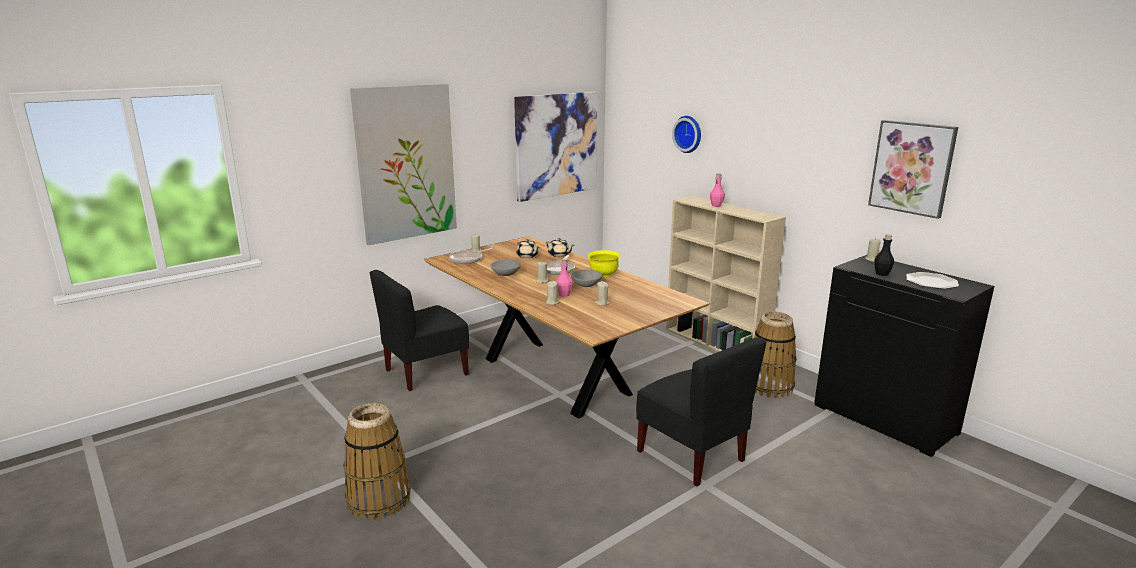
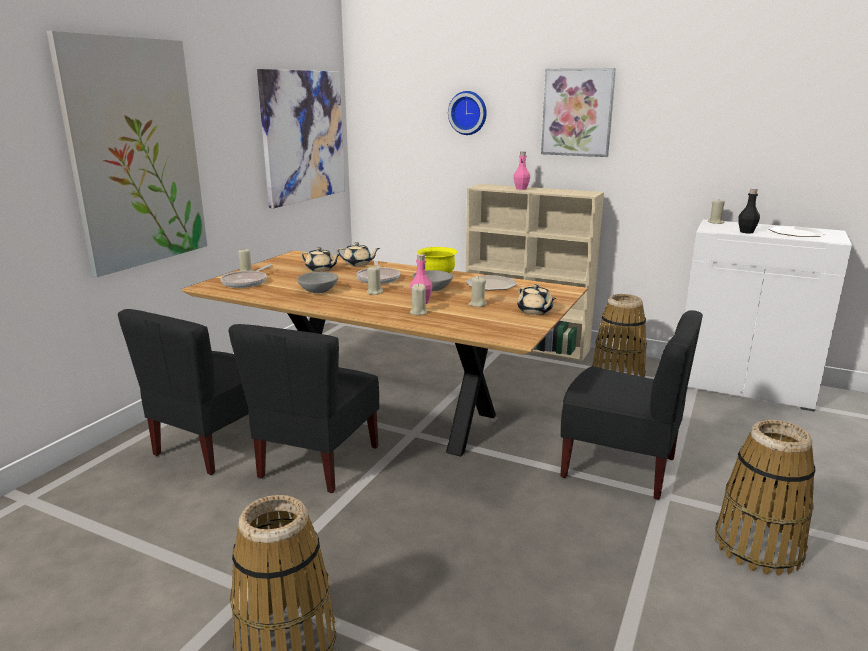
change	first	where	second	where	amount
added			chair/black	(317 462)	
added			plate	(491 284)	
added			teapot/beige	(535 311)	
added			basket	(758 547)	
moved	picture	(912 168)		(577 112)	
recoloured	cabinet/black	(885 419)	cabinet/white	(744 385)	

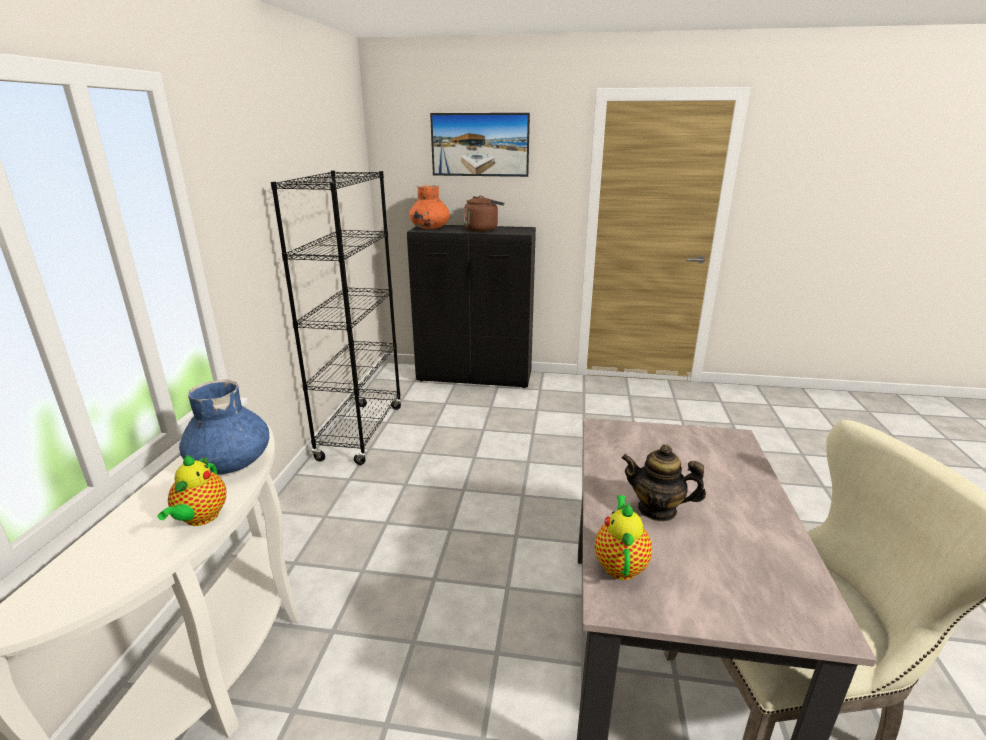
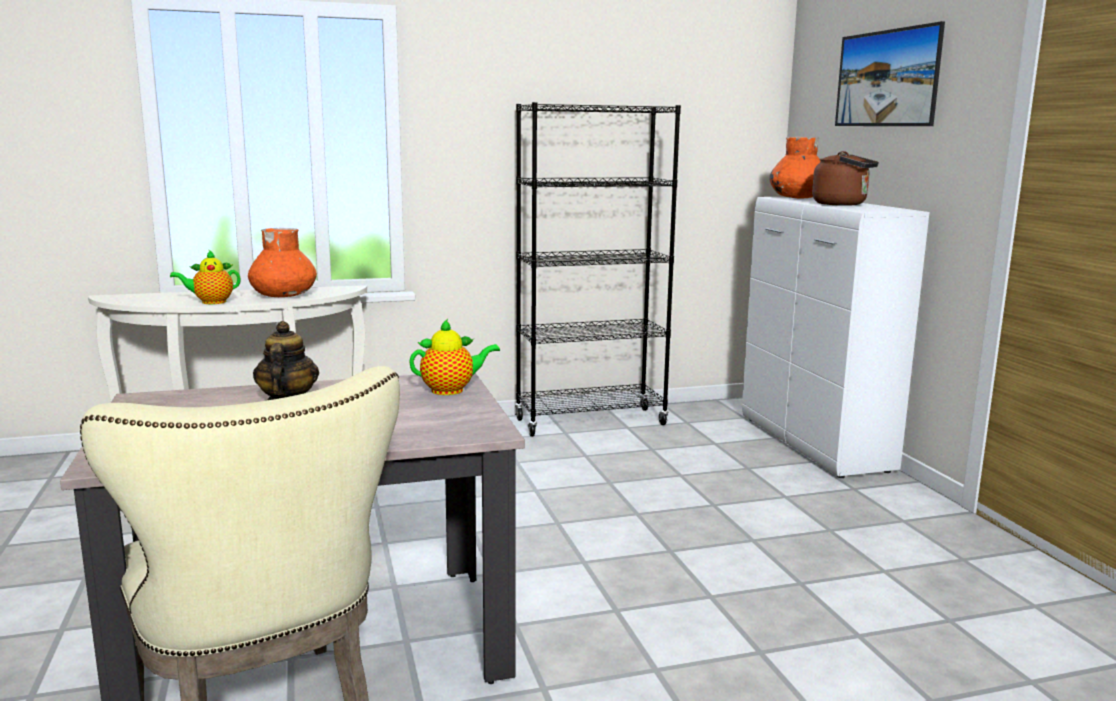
change	first	where	second	where	amount
moved	teapot	(620 564)		(451 390)	
recoloured	vase/blue	(231 462)	vase/orange	(284 296)	
recoloured	cabinet/black	(475 377)	cabinet/white	(815 444)	

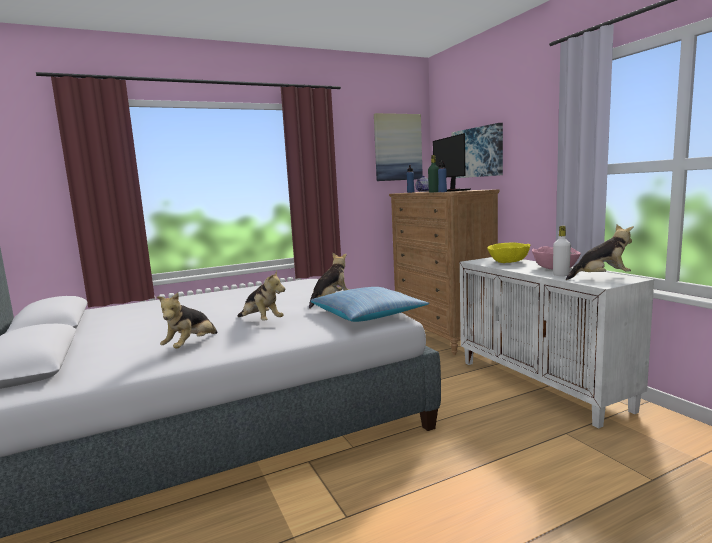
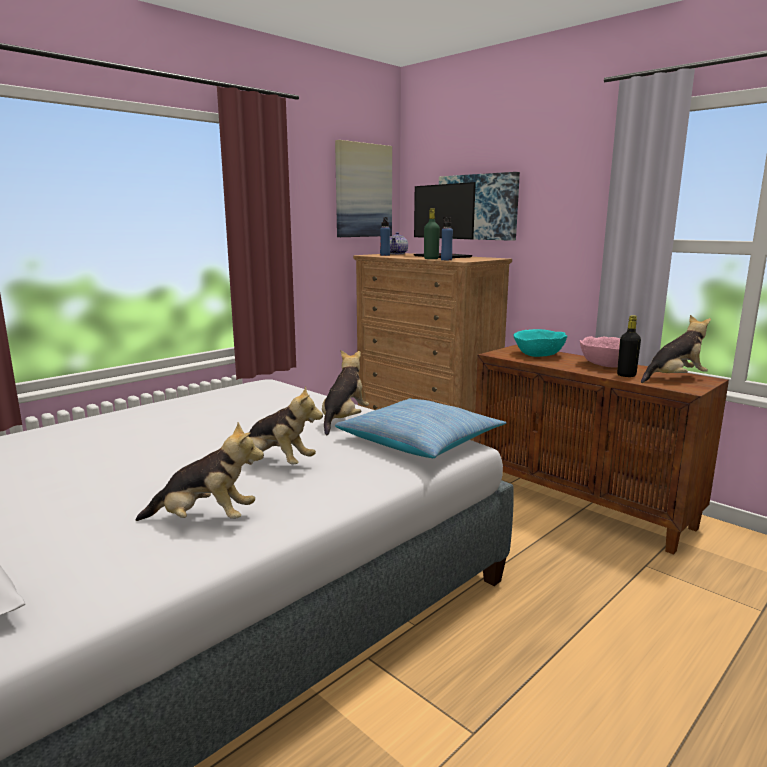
change	first	where	second	where	amount
recoloured	cabinet/white	(541 384)	cabinet/brown	(581 504)	
recoloured	bowl/yellow	(508 262)	bowl/turquoise	(538 354)	
recoloured	bottle/white	(561 275)	bottle/black	(626 375)	
turned	plush toy	(191 346)		(204 520)	90 degrees counterclockwise

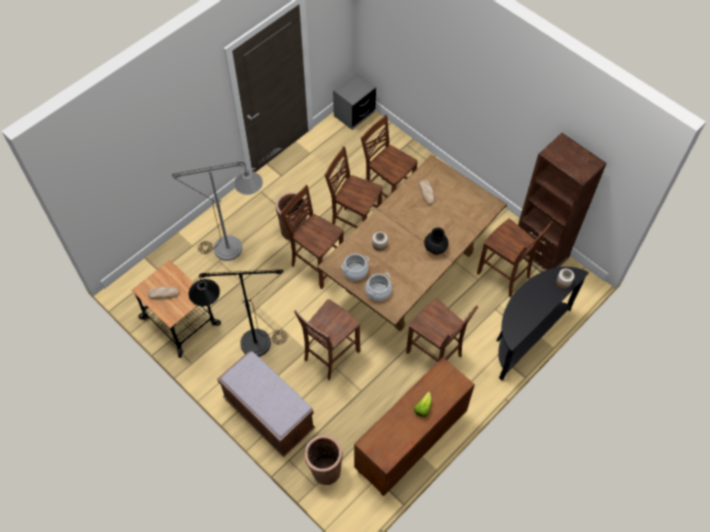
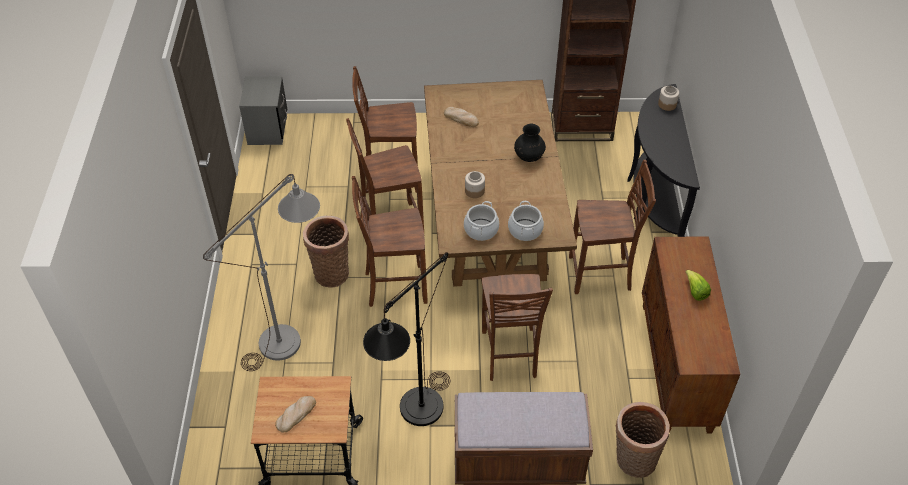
change	first	where	second	where	amount
removed	chair/brown	(504 276)			

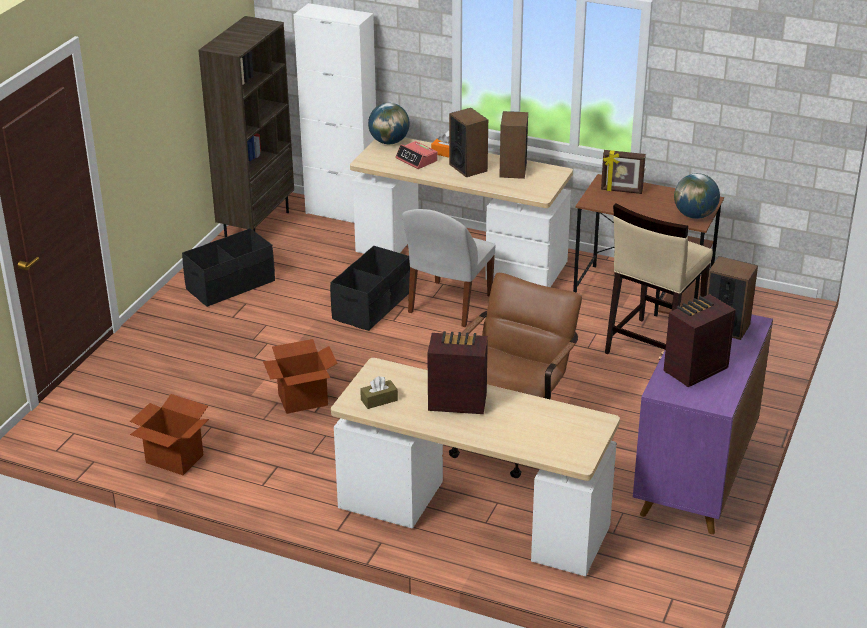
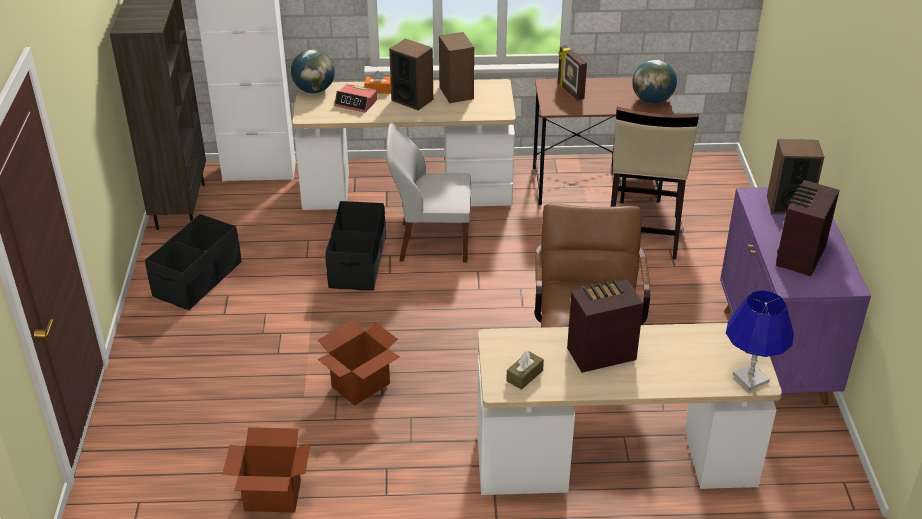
change	first	where	second	where	amount
added			table lamp/blue	(750 378)	
turned	chair/white	(449 305)		(431 242)	90 degrees clockwise
turned	picture frame	(621 191)		(570 91)	75 degrees clockwise

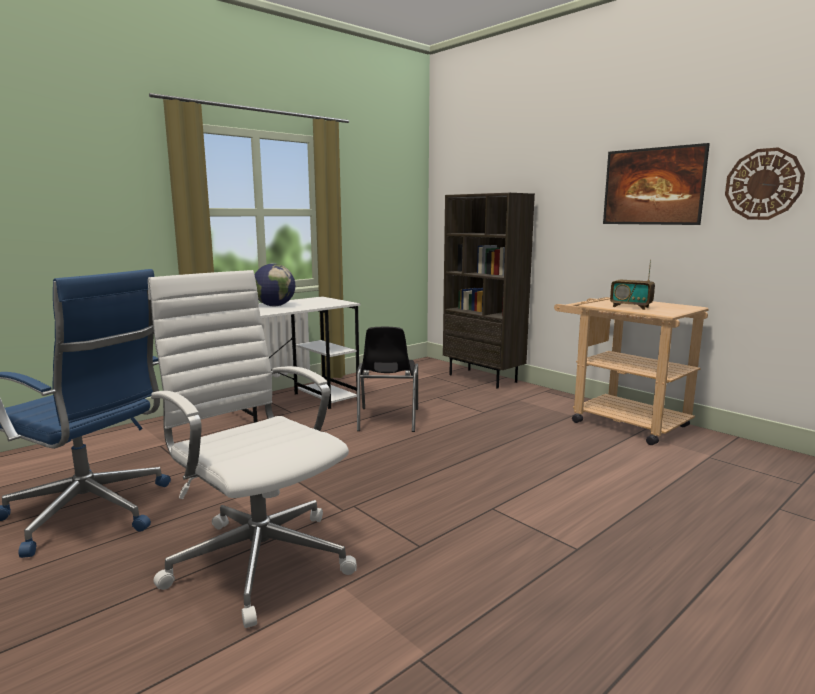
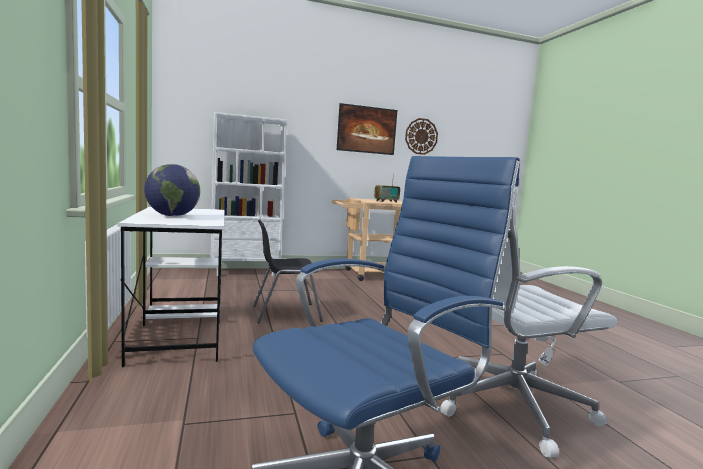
change	first	where	second	where	amount
recoloured	bookcase/brown	(483 378)	bookcase/white	(245 272)	
turned	chair/black	(387 420)		(285 313)	135 degrees clockwise

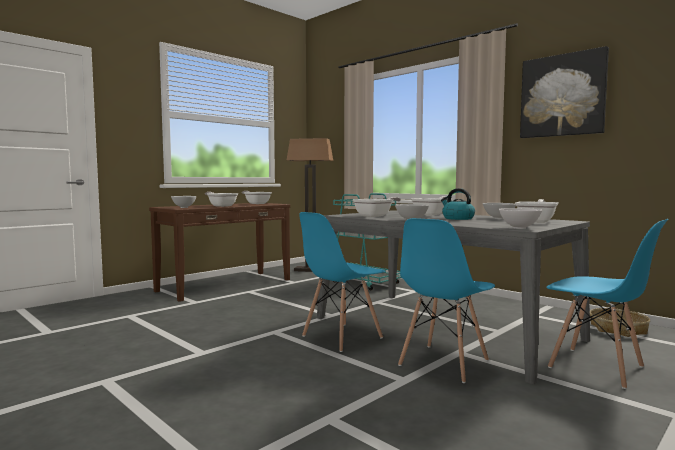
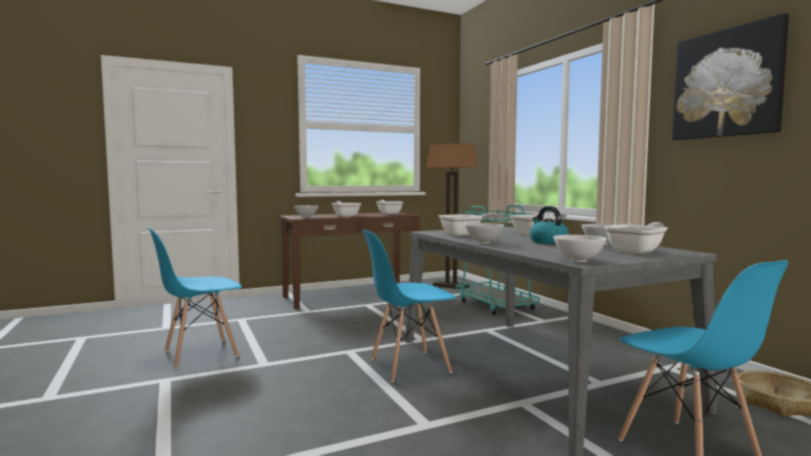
change	first	where	second	where	amount
moved	chair/blue	(443 363)		(200 353)	

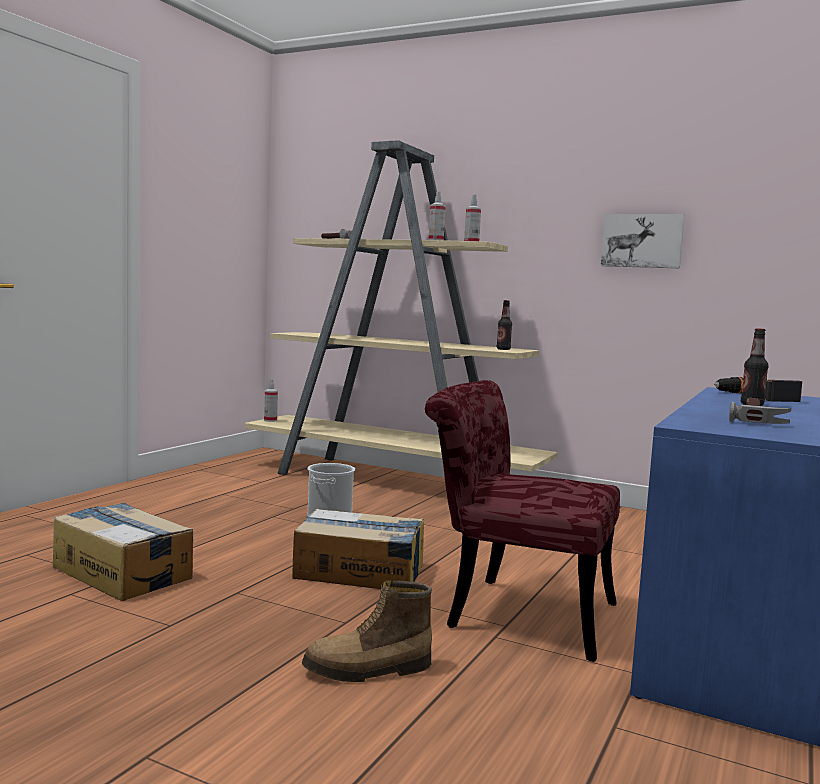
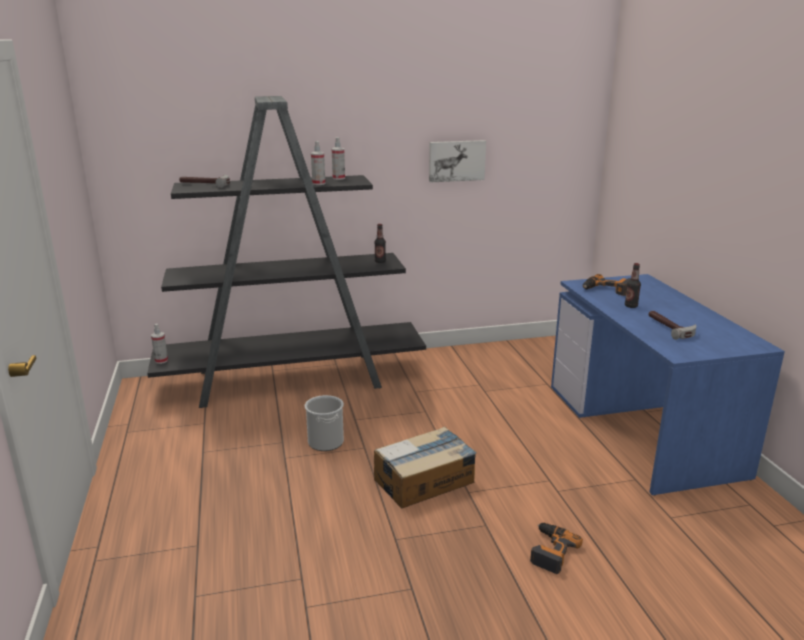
change	first	where	second	where	amount
removed	cardboard box	(123 572)			
removed	chair/red	(514 612)			
replaced	boot	(368 670)	power drill	(550 551)	
recoloured	bookcase/beige	(392 481)	bookcase/black	(292 379)	

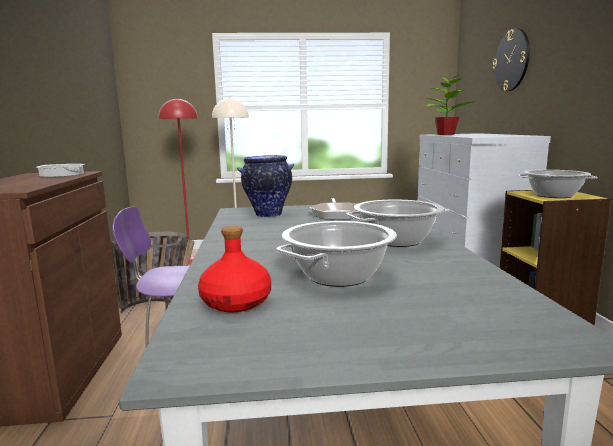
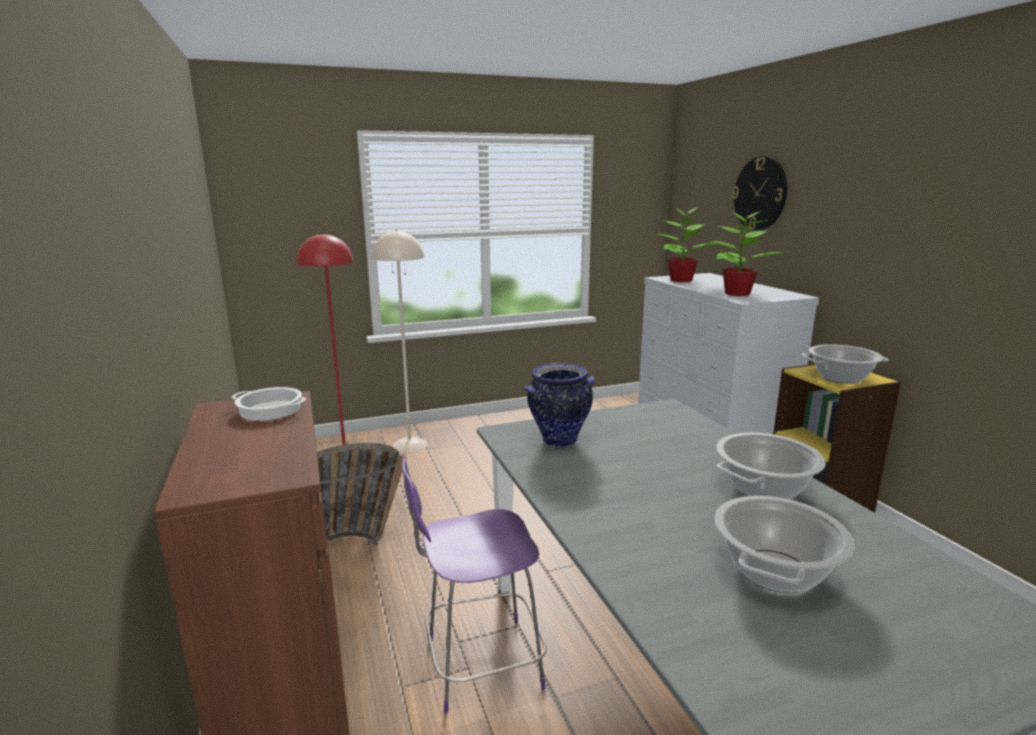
change	first	where	second	where	amount
removed	bottle/red	(236 302)			
removed	frying pan	(336 214)			
added			potted plant	(736 293)	

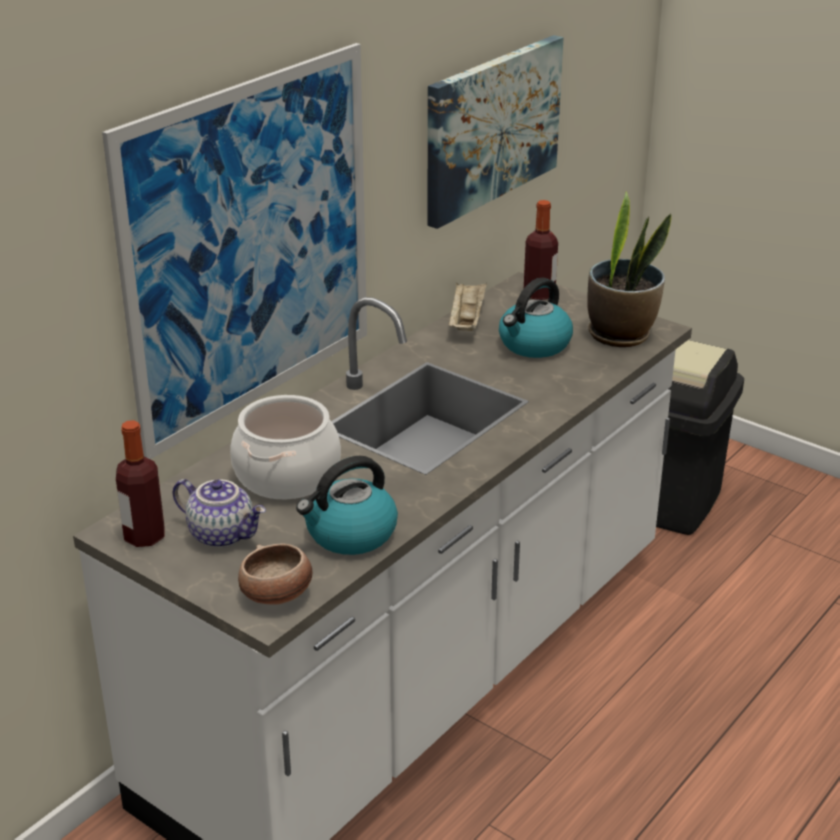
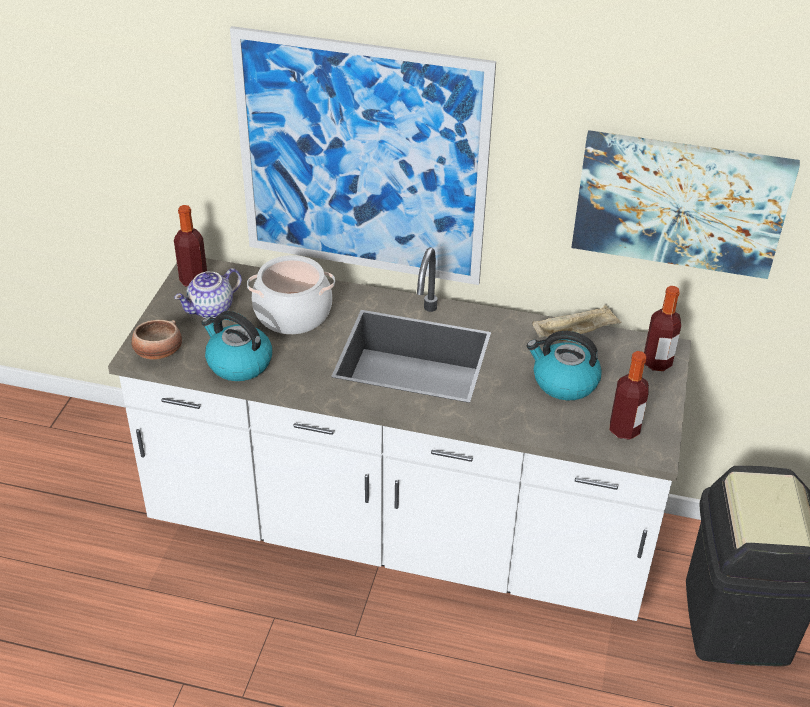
change	first	where	second	where	amount
replaced	potted plant	(620 334)	bottle	(624 429)	
turned	teapot	(223 534)		(211 310)	45 degrees clockwise

